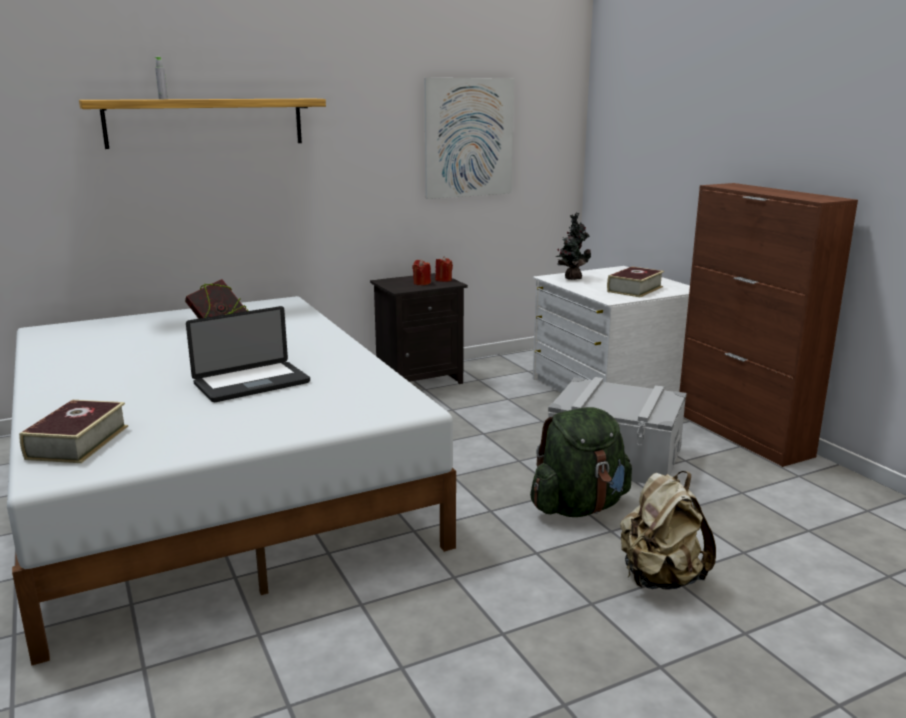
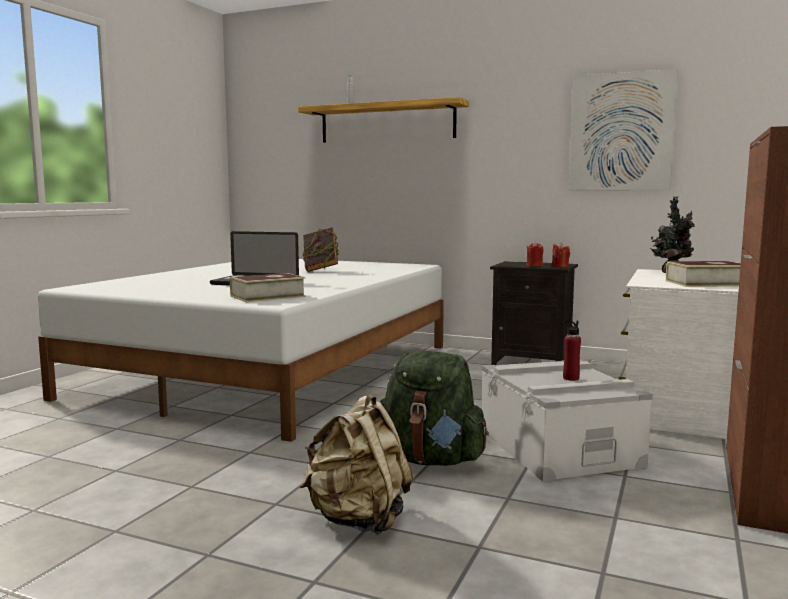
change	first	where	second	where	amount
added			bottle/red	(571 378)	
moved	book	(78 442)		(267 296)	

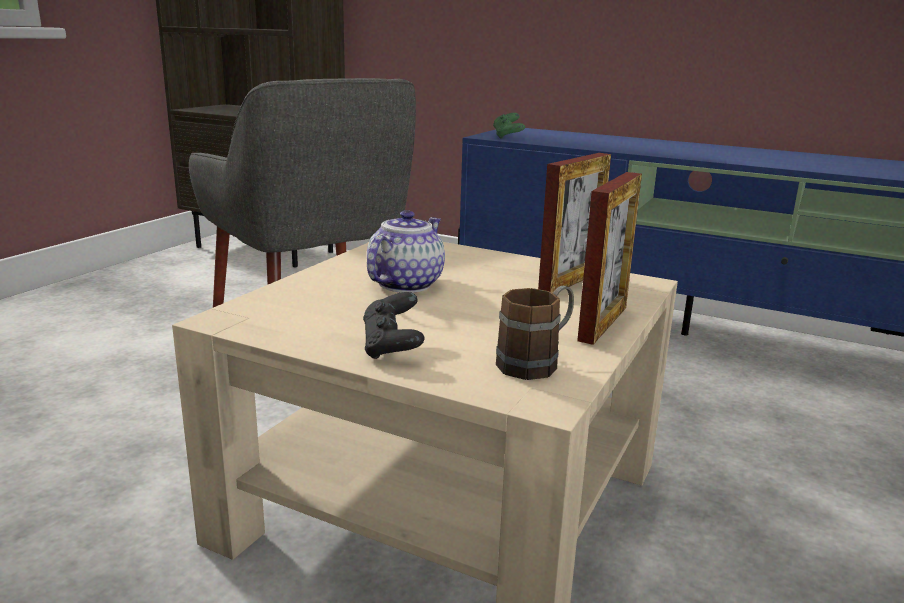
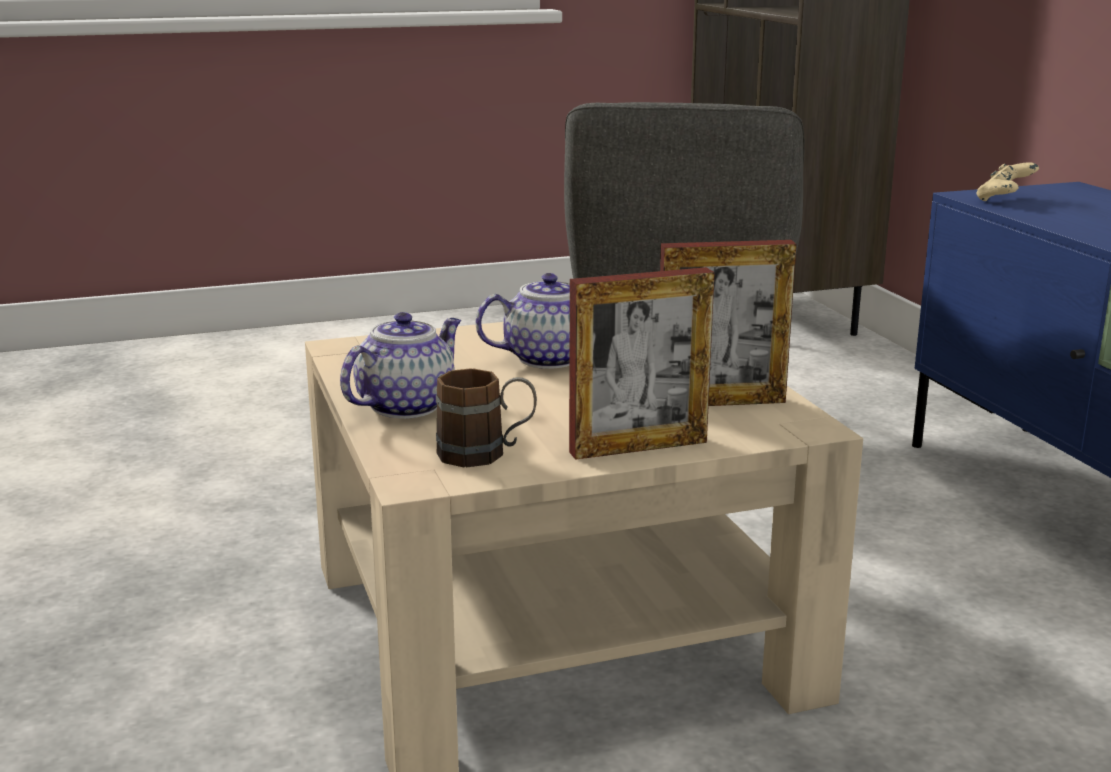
change	first	where	second	where	amount
replaced	game controller/black	(392 348)	teapot	(406 405)	
recoloured	game controller/green	(508 137)	game controller/beige	(1004 200)	

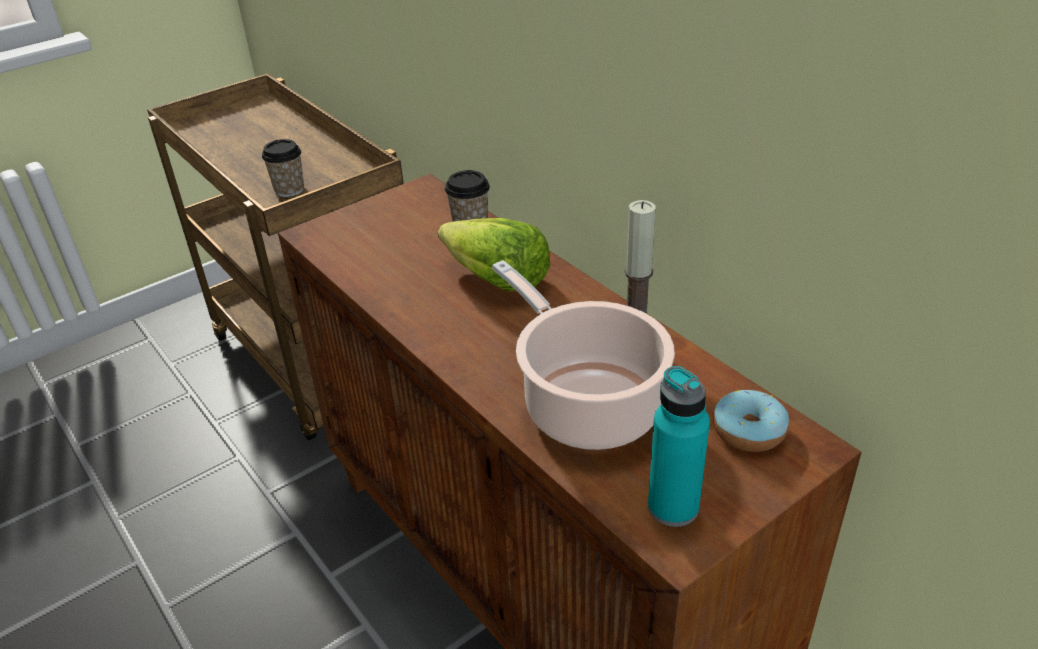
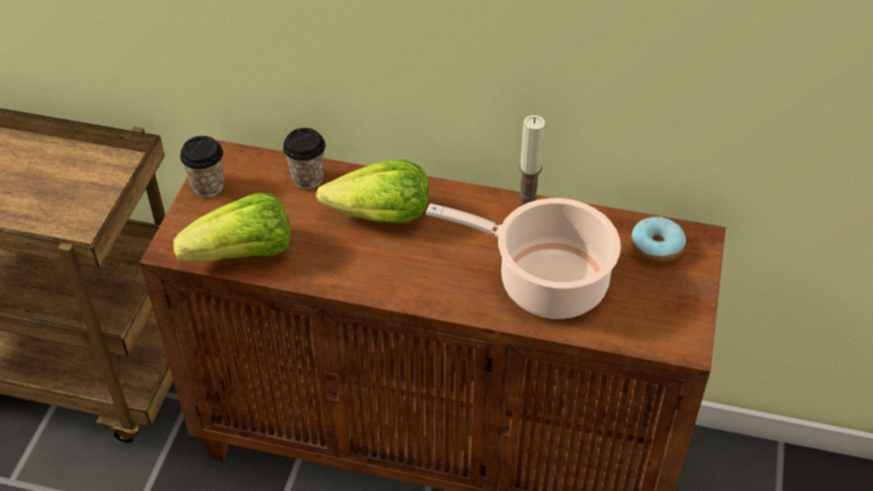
change	first	where	second	where	amount
removed	bottle/turquoise	(673 507)			
added			lettuce	(244 254)	
moved	cup	(289 190)		(208 186)	

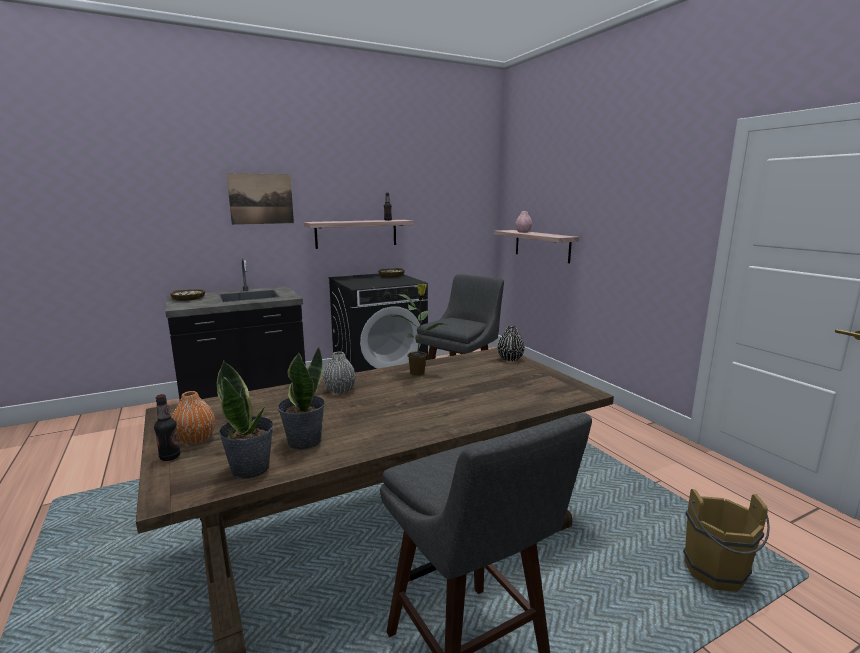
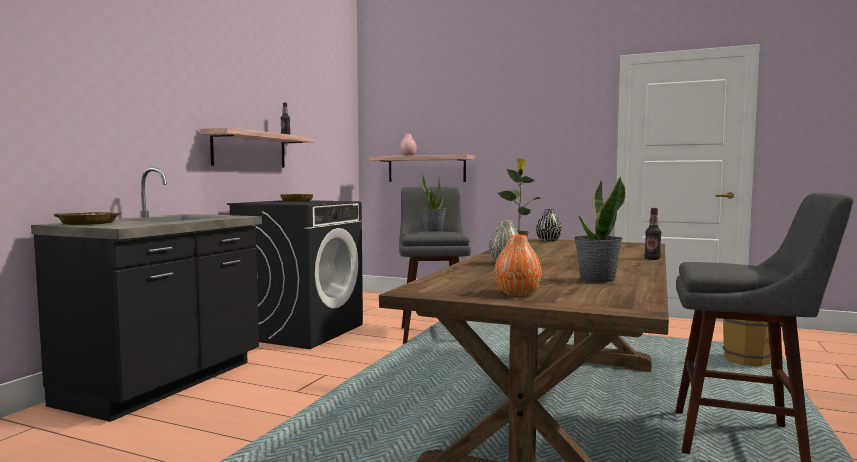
change	first	where	second	where	amount
removed	picture	(261 199)			
moved	bottle	(170 457)		(652 259)	
moved	potted plant	(251 468)		(433 231)	

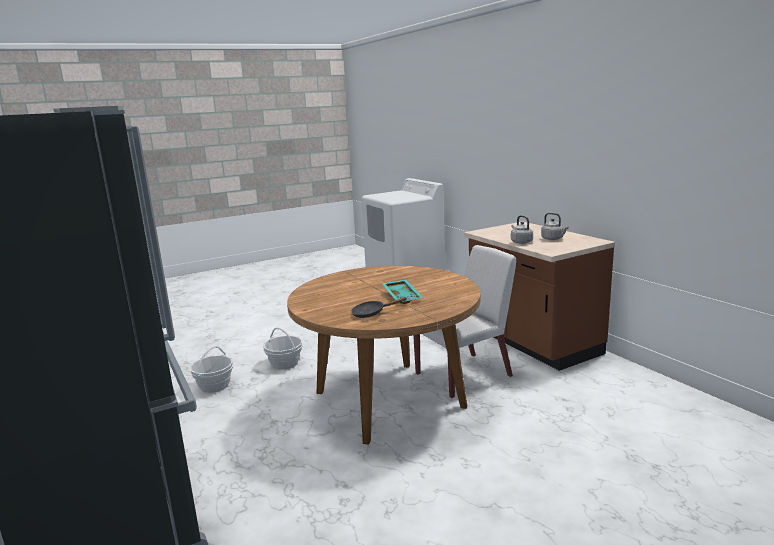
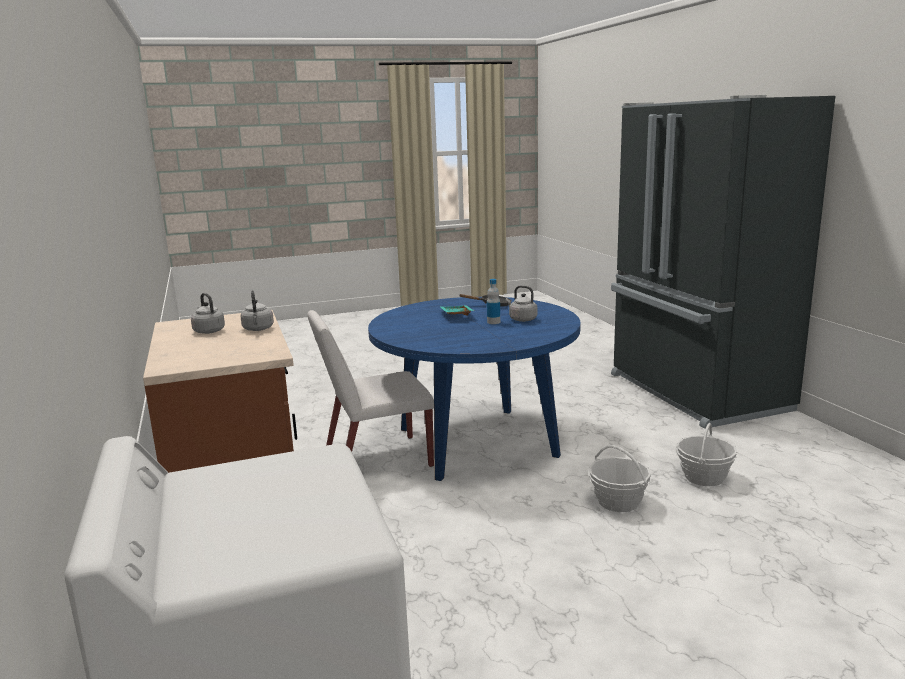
change	first	where	second	where	amount
added			bottle	(493 322)	
added			kettle/grey	(521 319)	
recoloured	dining table/brown	(389 399)	dining table/blue	(476 442)	

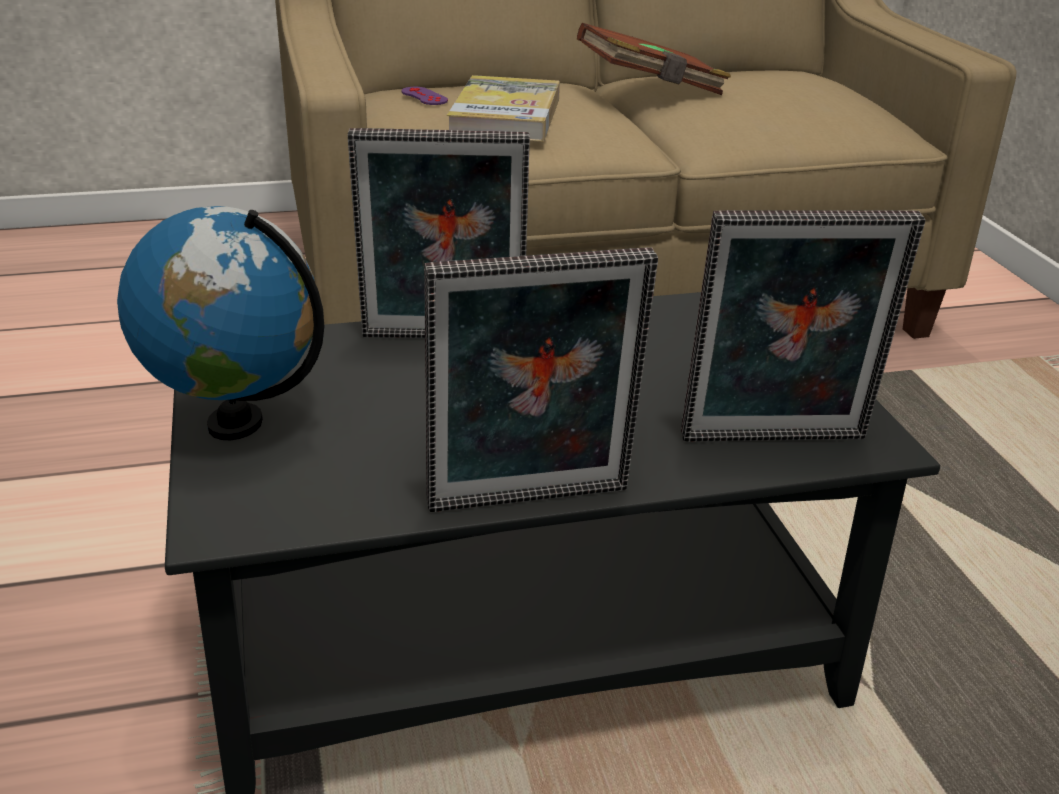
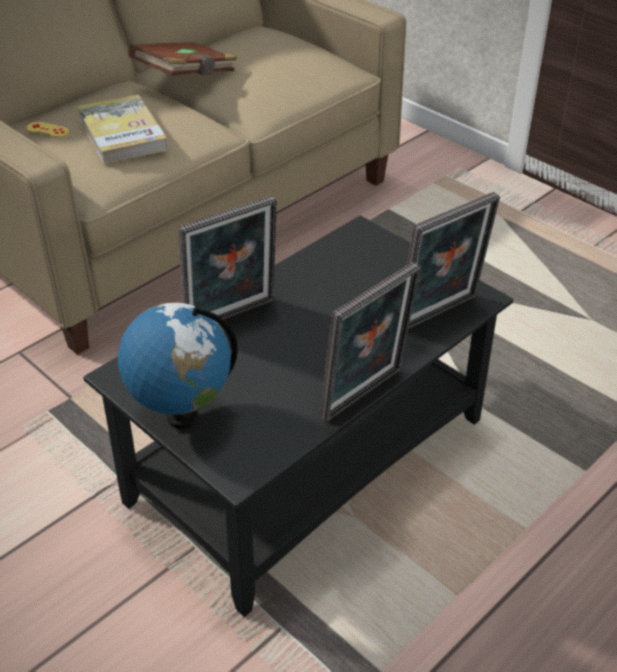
change	first	where	second	where	amount
recoloured	game controller/purple	(424 96)	game controller/yellow	(47 130)	

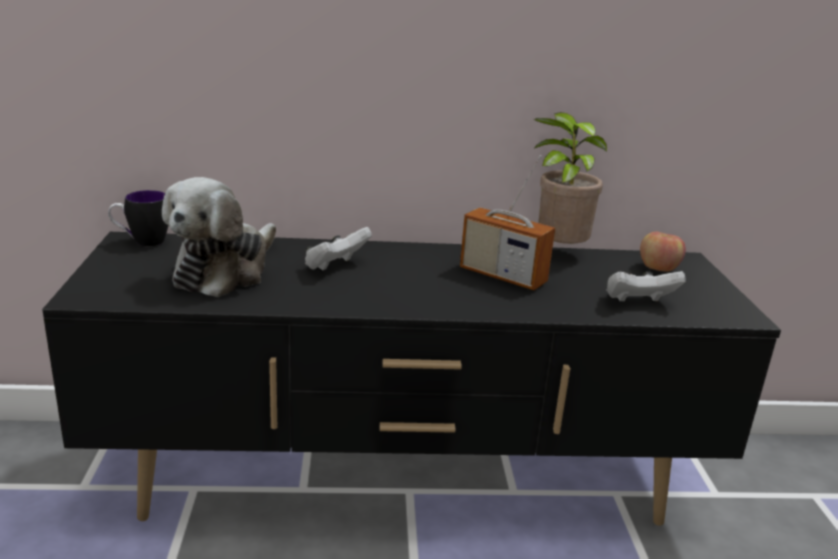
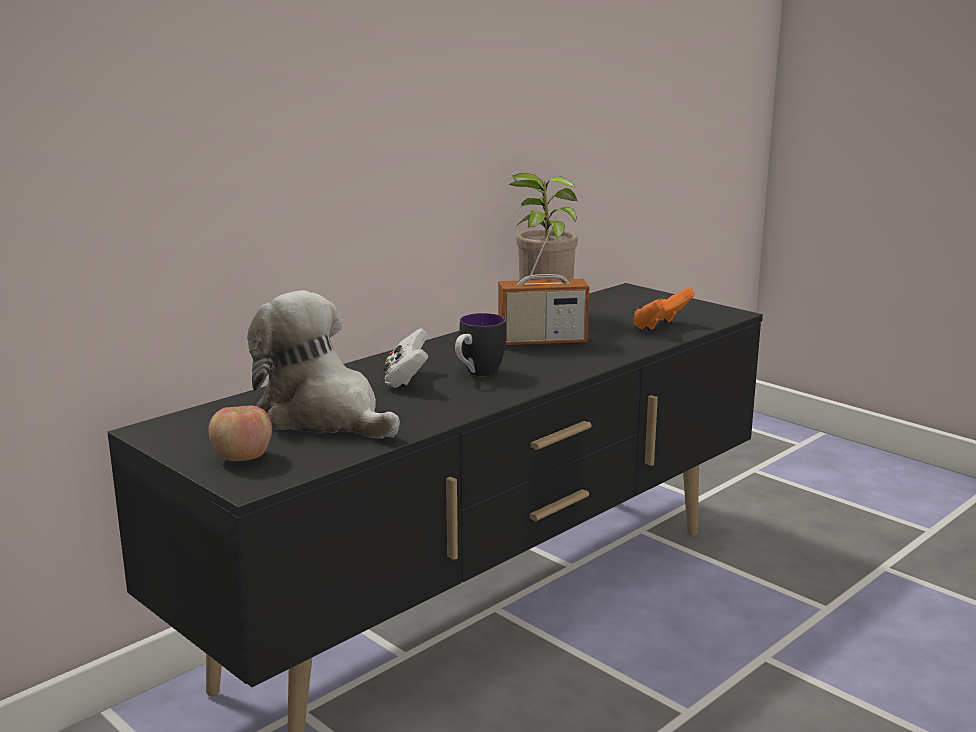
change	first	where	second	where	amount
moved	mug	(141 242)		(477 374)	
moved	apple	(658 269)		(242 457)	
recoloured	game controller/white	(638 302)	game controller/orange	(660 327)	
turned	plush toy	(225 271)		(323 417)	150 degrees clockwise

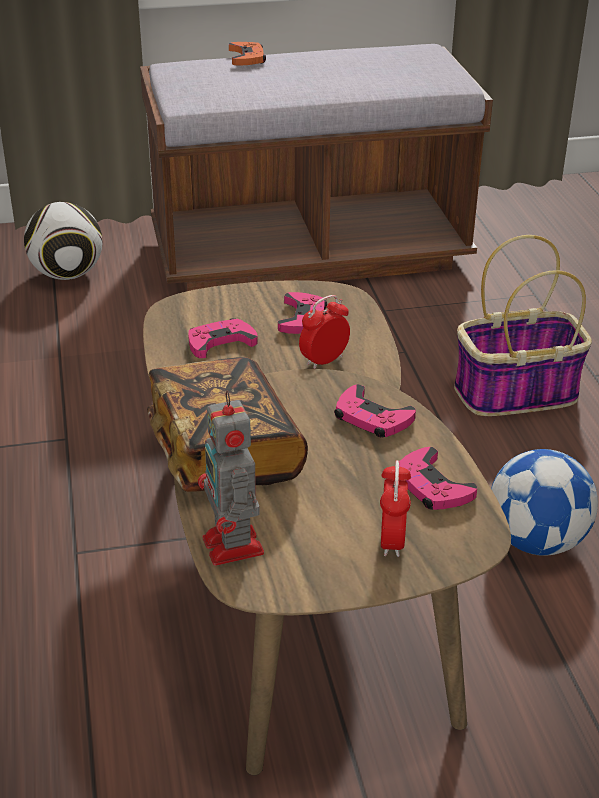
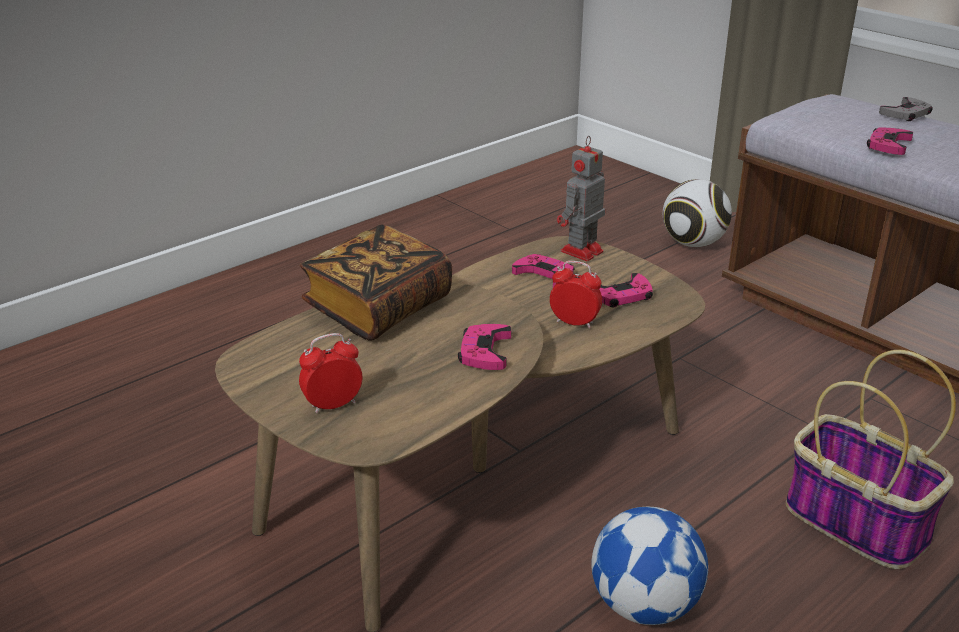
change	first	where	second	where	amount
moved	toy robot	(234 548)		(580 252)	
moved	game controller/pink	(432 486)		(888 145)	
recoloured	game controller/orange	(247 58)	game controller/grey	(906 114)	

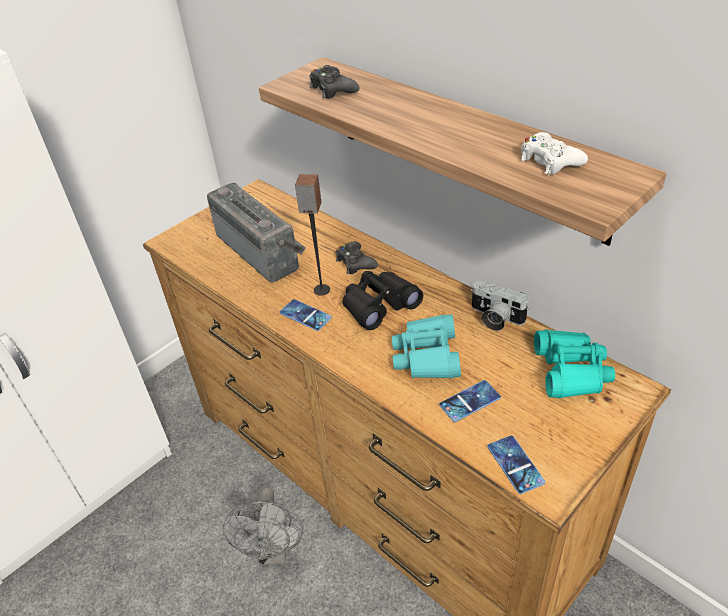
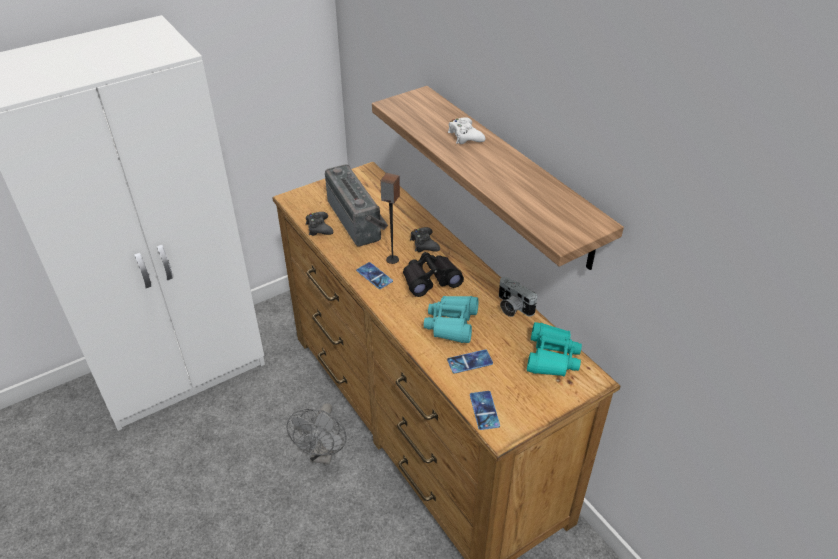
change	first	where	second	where	amount
moved	game controller/black	(333 89)		(319 228)	
moved	game controller/white	(549 161)		(465 136)	

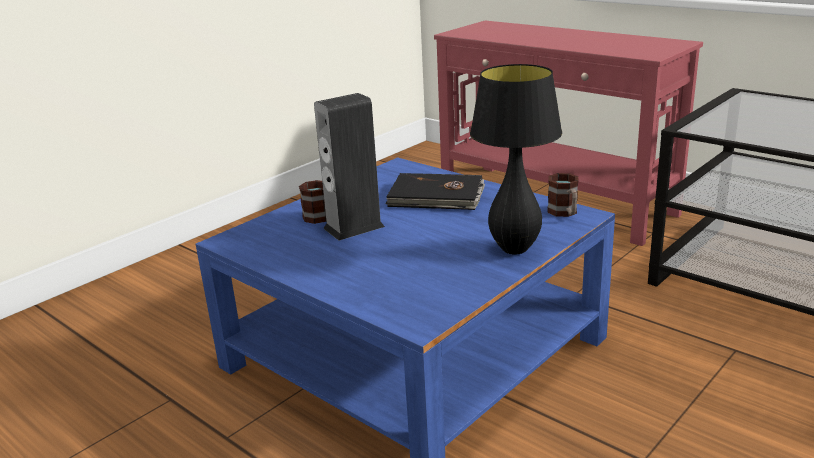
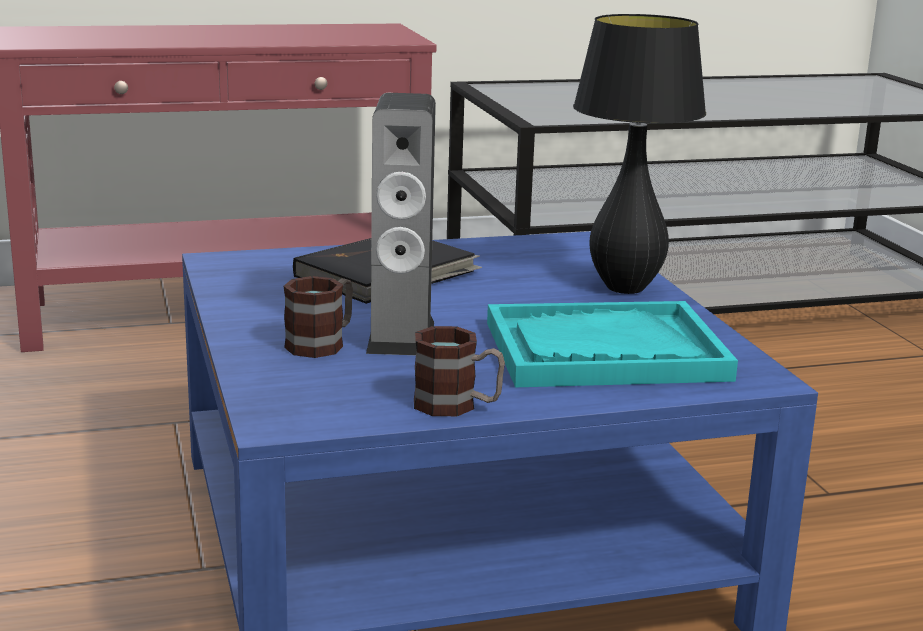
change	first	where	second	where	amount
added			tray/turquoise	(604 351)	
moved	mug	(564 213)		(457 406)	

